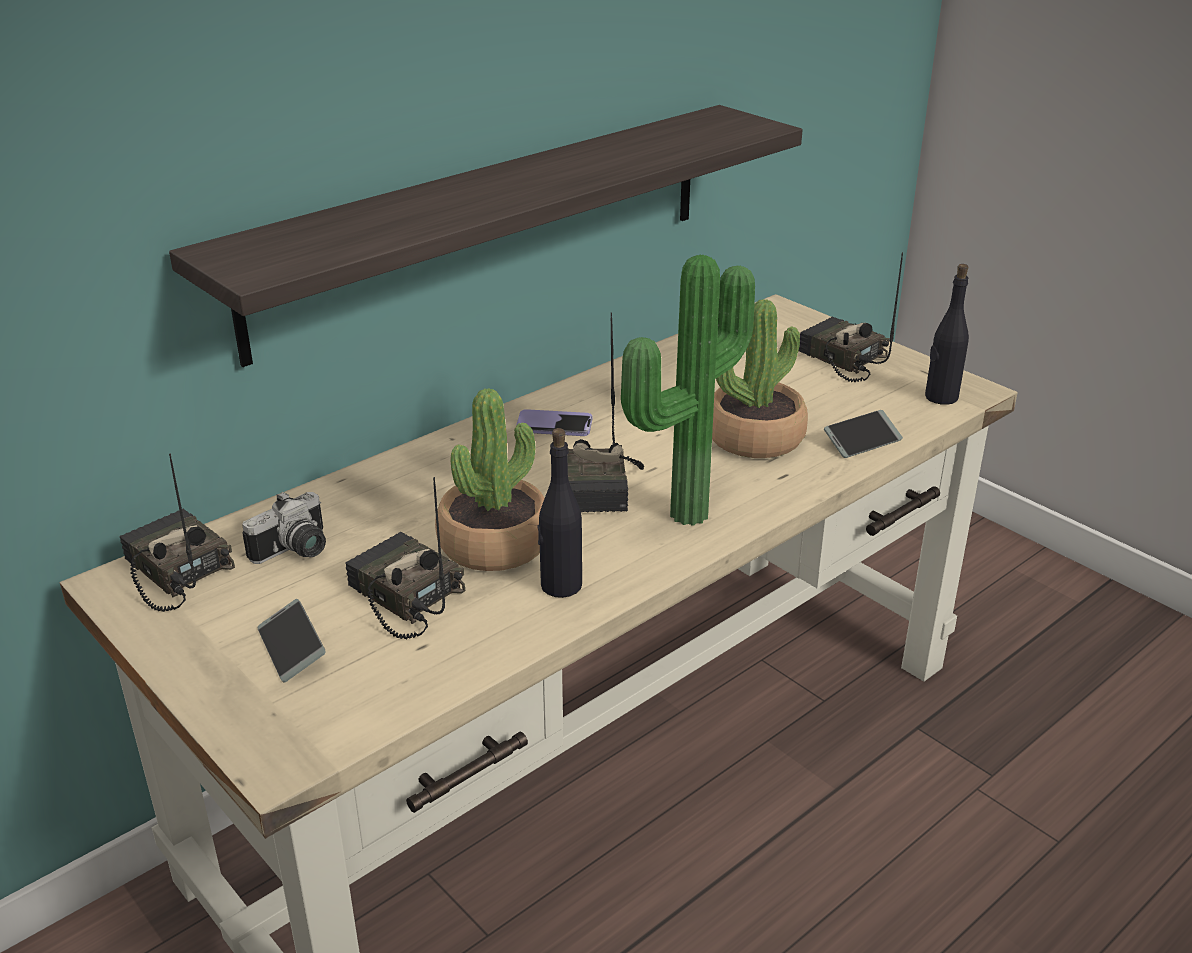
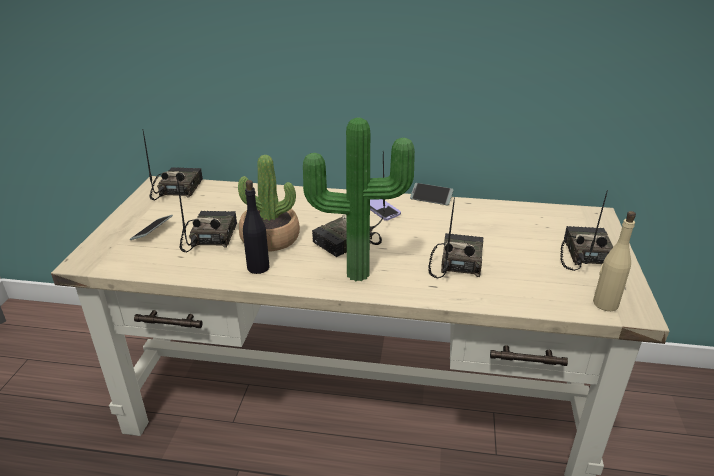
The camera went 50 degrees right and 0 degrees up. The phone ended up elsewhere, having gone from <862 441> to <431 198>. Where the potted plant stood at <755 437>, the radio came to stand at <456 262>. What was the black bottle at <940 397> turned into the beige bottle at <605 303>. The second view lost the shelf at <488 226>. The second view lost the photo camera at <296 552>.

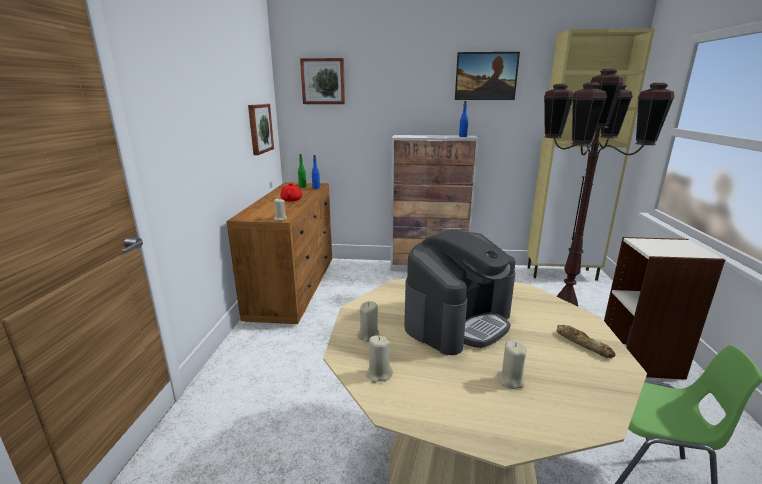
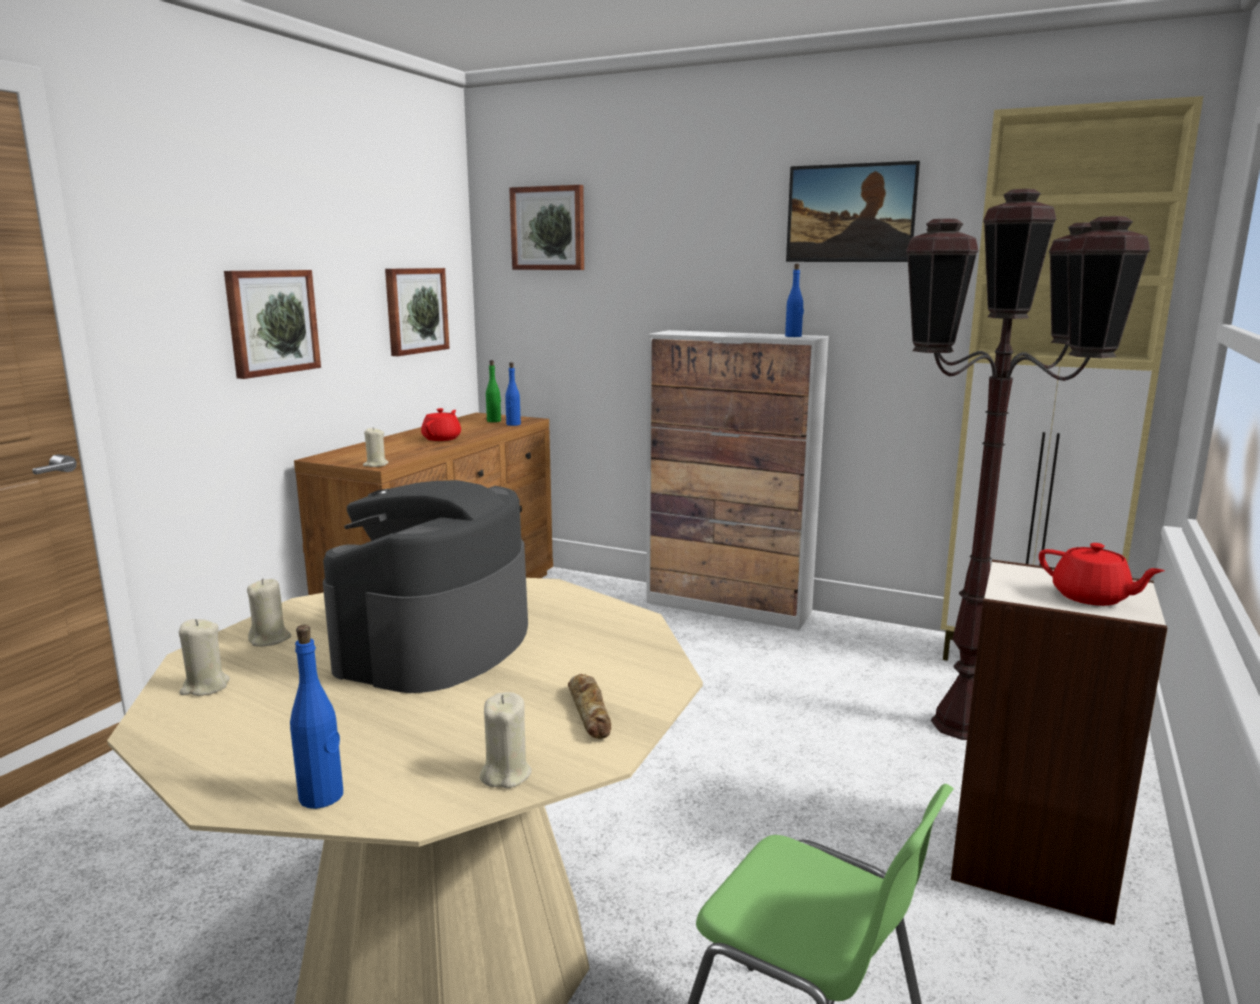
The camera went 20 degrees right and 5 degrees down. The second view gained the picture at <271 322>. The second view gained the blue bottle at <322 796>. The coffee machine at <457 321> ended up facing another way, 135 degrees clockwise from before. The beige candle ended up elsewhere, having gone from <510 380> to <505 774>. The second view gained the red teapot at <1091 597>.

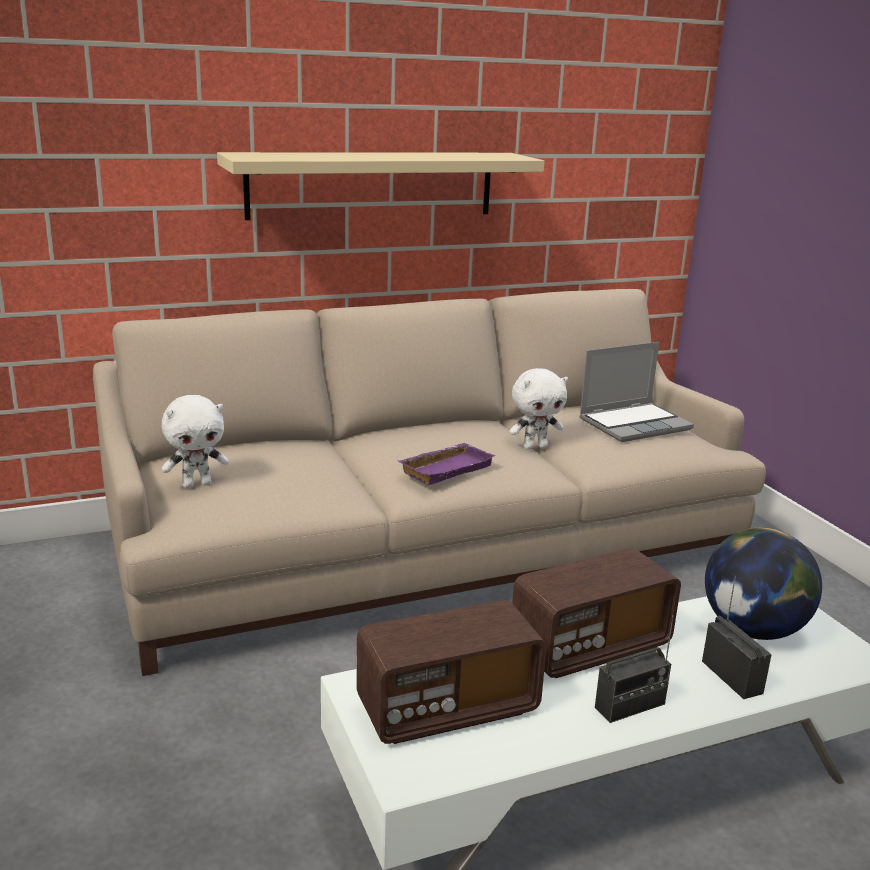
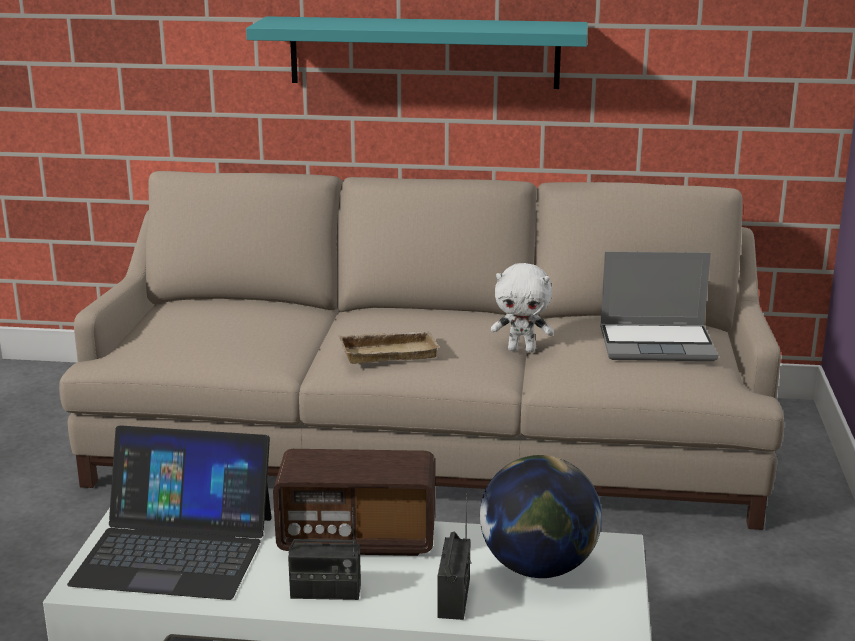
The camera went 30 degrees right and 0 degrees up. Where the radio stood at <447 709>, the laptop came to stand at <175 549>. What was the beige shelf at <372 184> turned into the turquoise shelf at <424 52>. What was the purple tray at <445 468> turned into the beige tray at <389 352>. The second view lost the white plush toy at <197 484>.

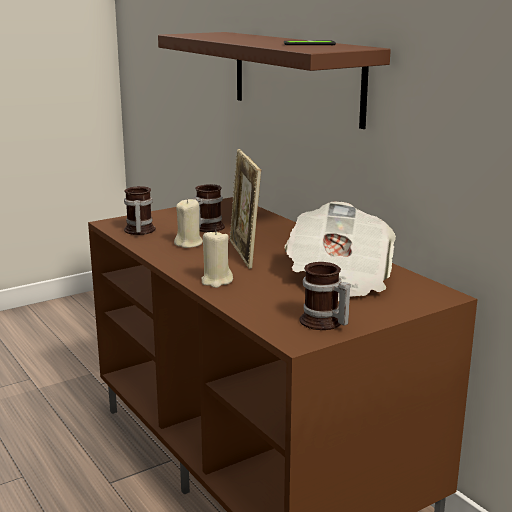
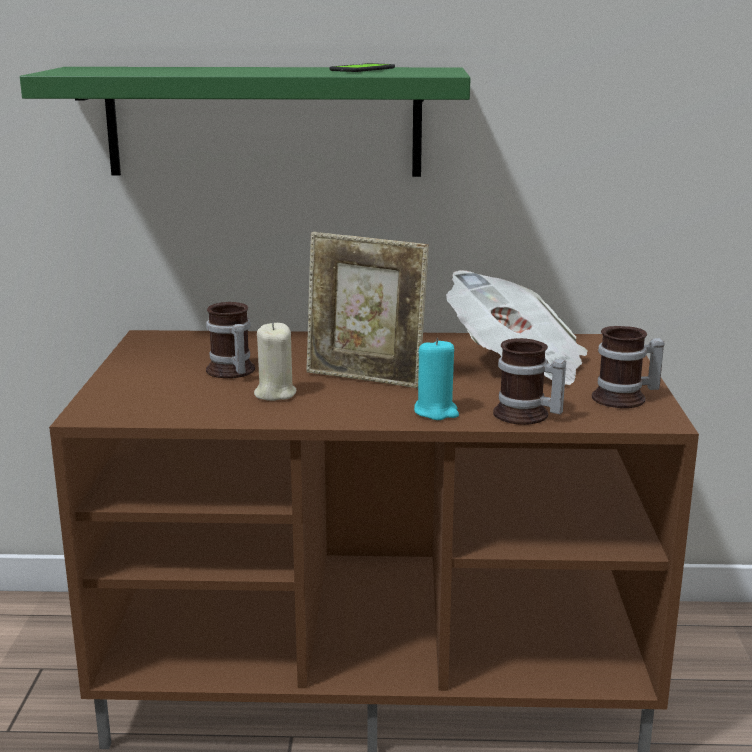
The camera went 55 degrees left and 0 degrees up. What was the brown shelf at <295 76> turned into the green shelf at <264 122>. What was the beige candle at <216 281> turned into the turquoise candle at <436 412>. The mug ended up elsewhere, having gone from <138 231> to <525 416>.

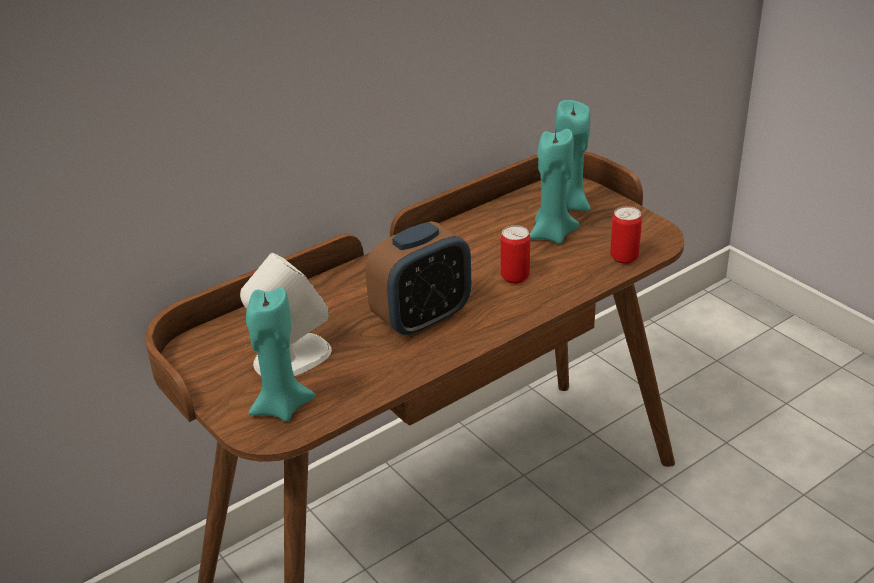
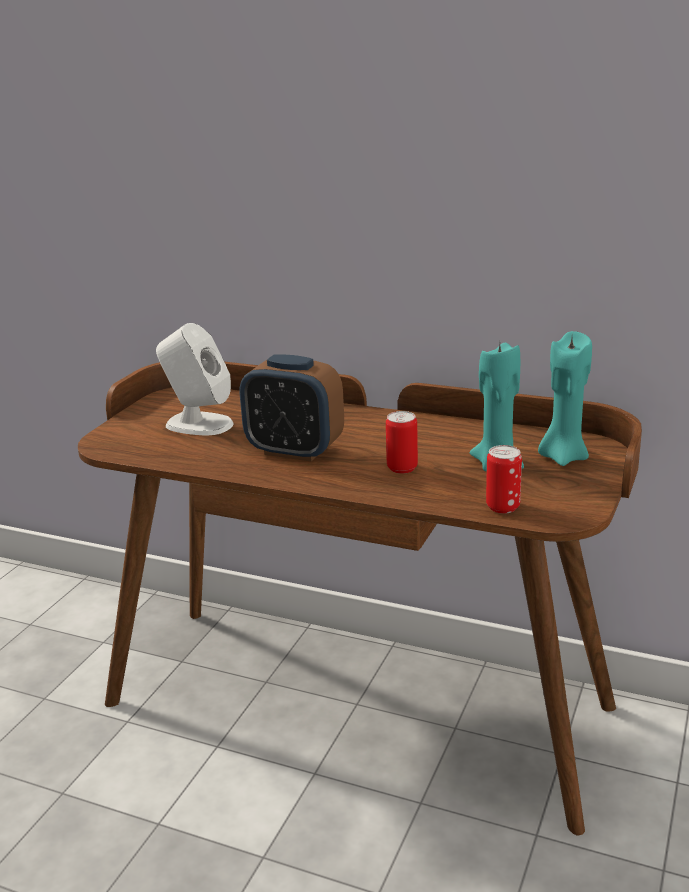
The camera went 60 degrees right and 10 degrees down. The second view lost the turquoise candle at <281 407>.

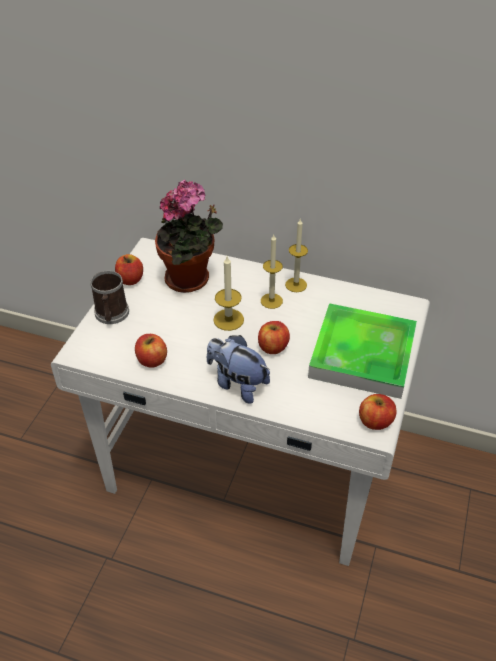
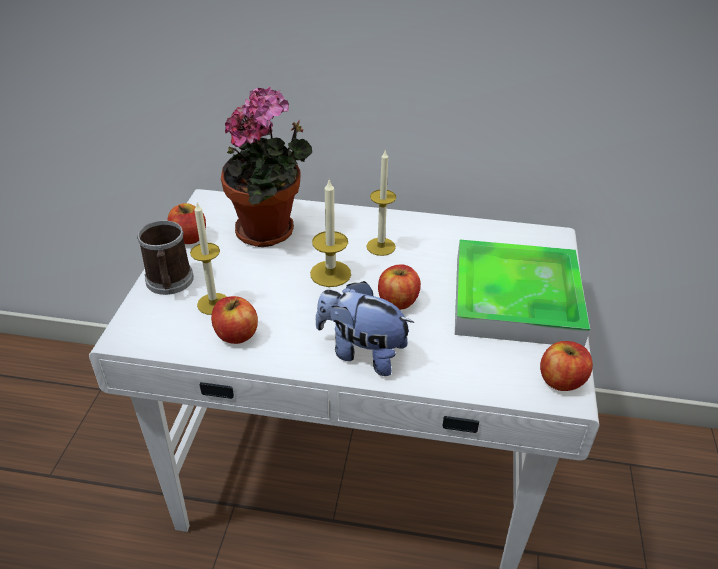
The camera went 10 degrees left and 5 degrees down. The candle ended up elsewhere, having gone from <296 285> to <213 303>.

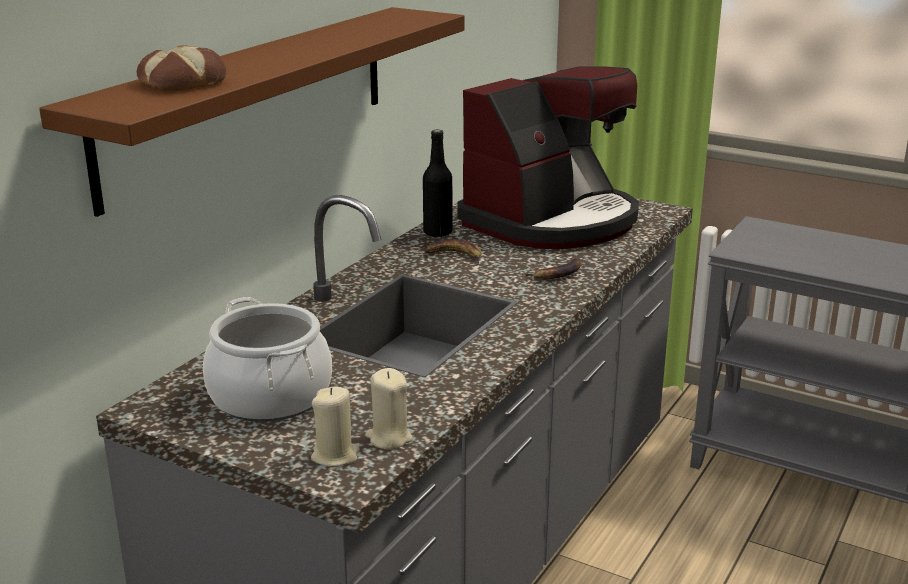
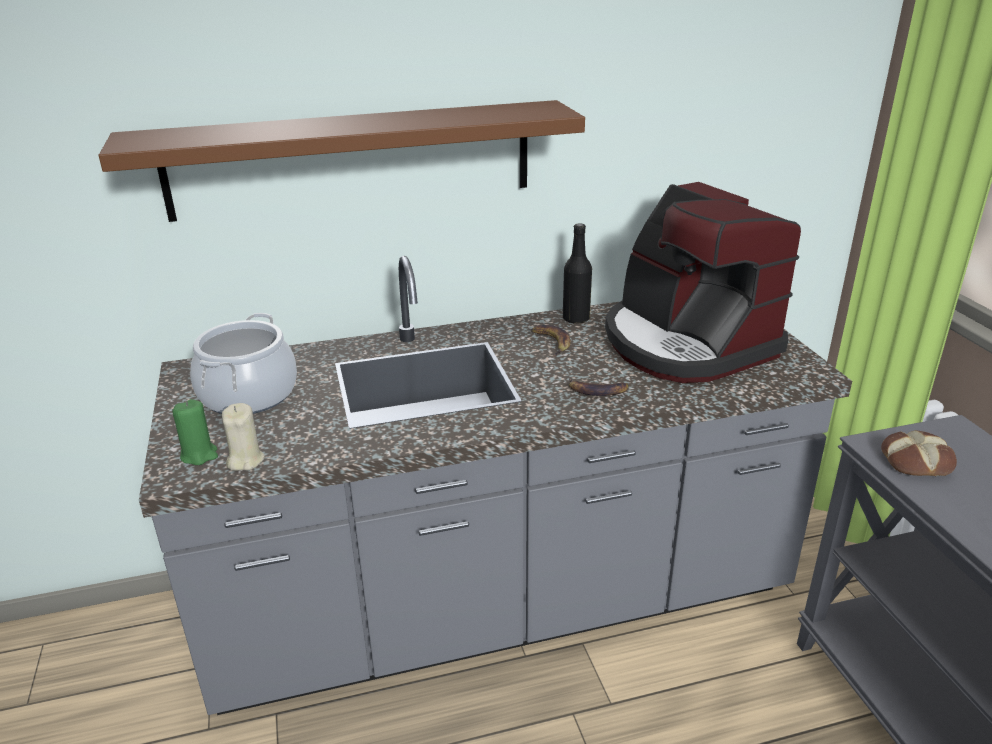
The camera went 45 degrees right and 5 degrees up. What was the beige candle at <335 455> turned into the green candle at <199 455>. The coffee machine at <552 221> ended up facing another way, 60 degrees clockwise from before. The bread ended up elsewhere, having gone from <182 82> to <915 461>.

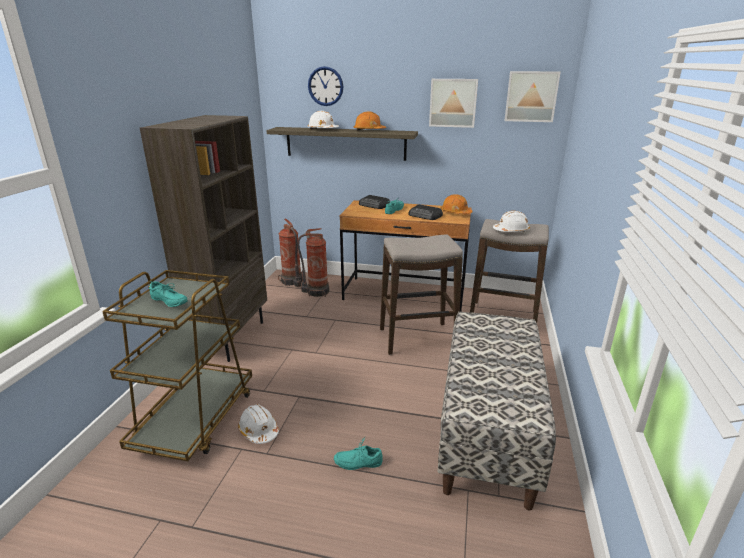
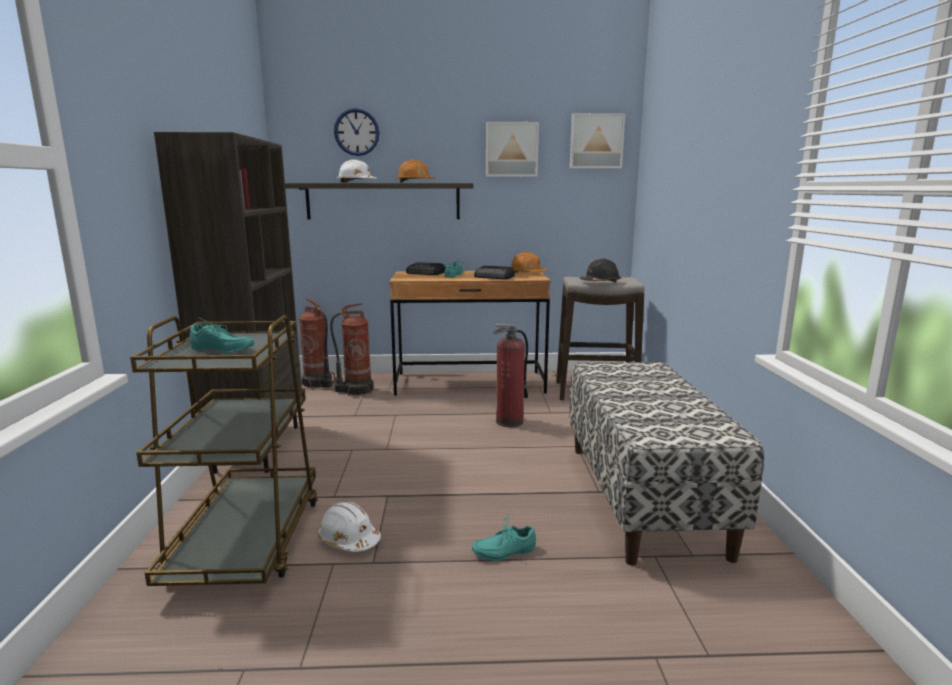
The camera went 15 degrees left and 10 degrees down. Where the stool stood at <417 339>, the fire extinguisher came to stand at <509 421>. What was the white hard hat at <511 231> turned into the black hard hat at <600 282>.

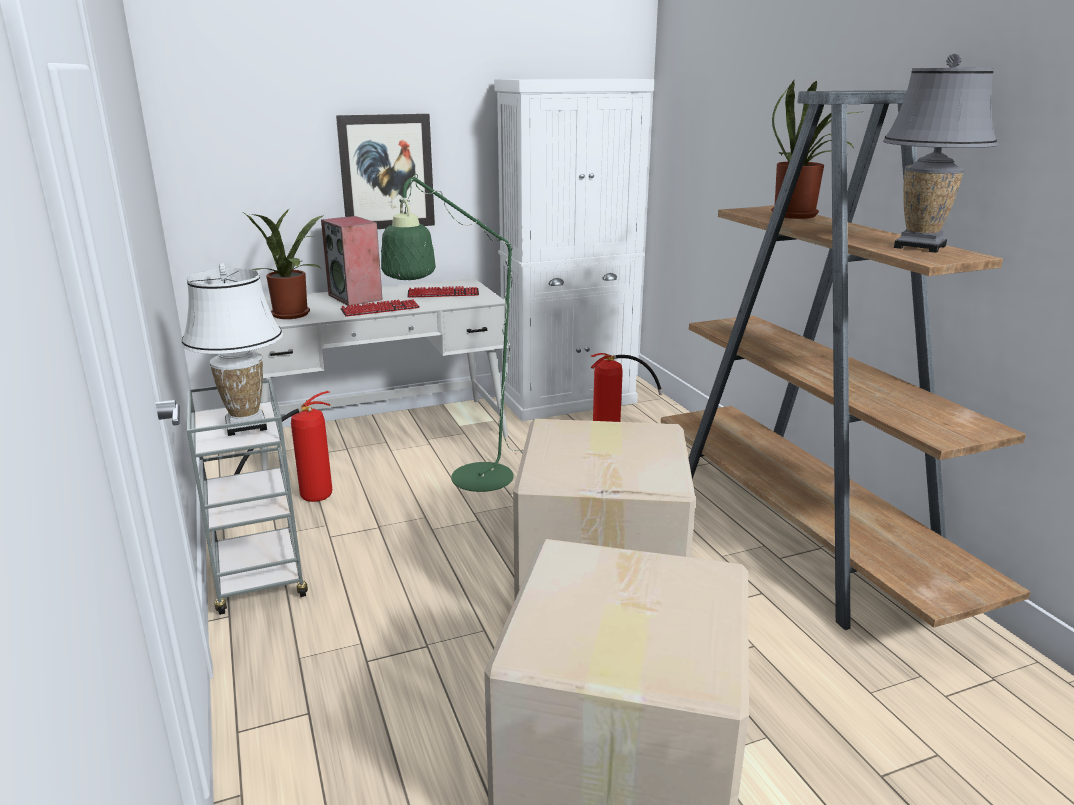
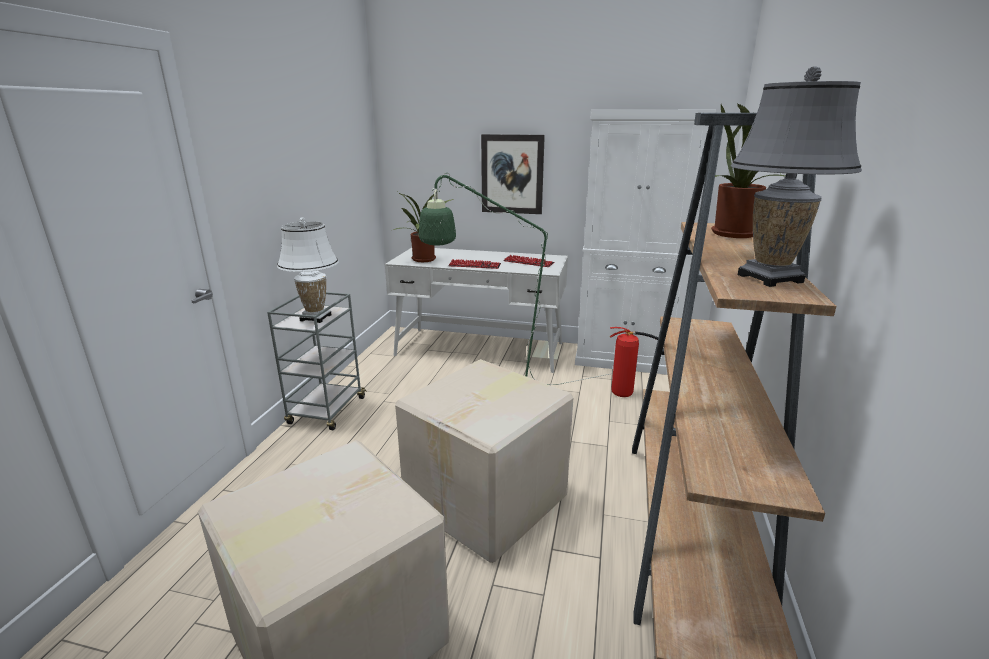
The camera went 35 degrees right and 0 degrees up. The second view lost the fire extinguisher at <300 502>. The second view lost the speaker at <356 297>.

